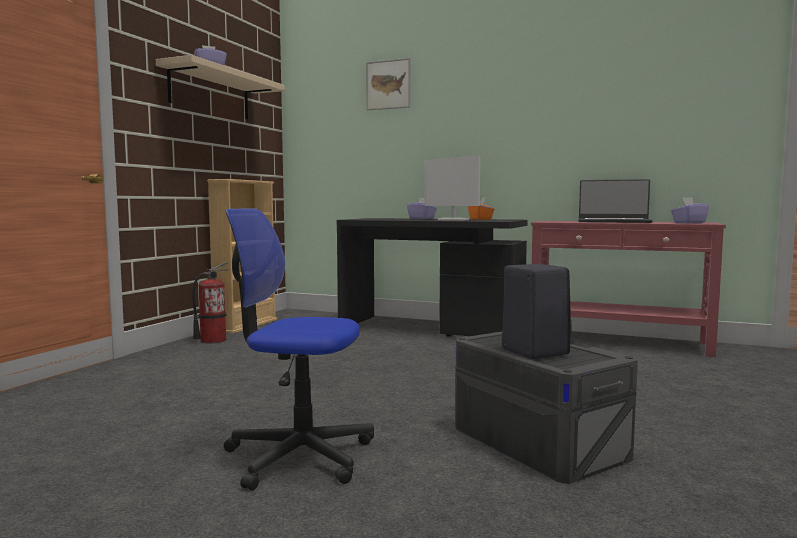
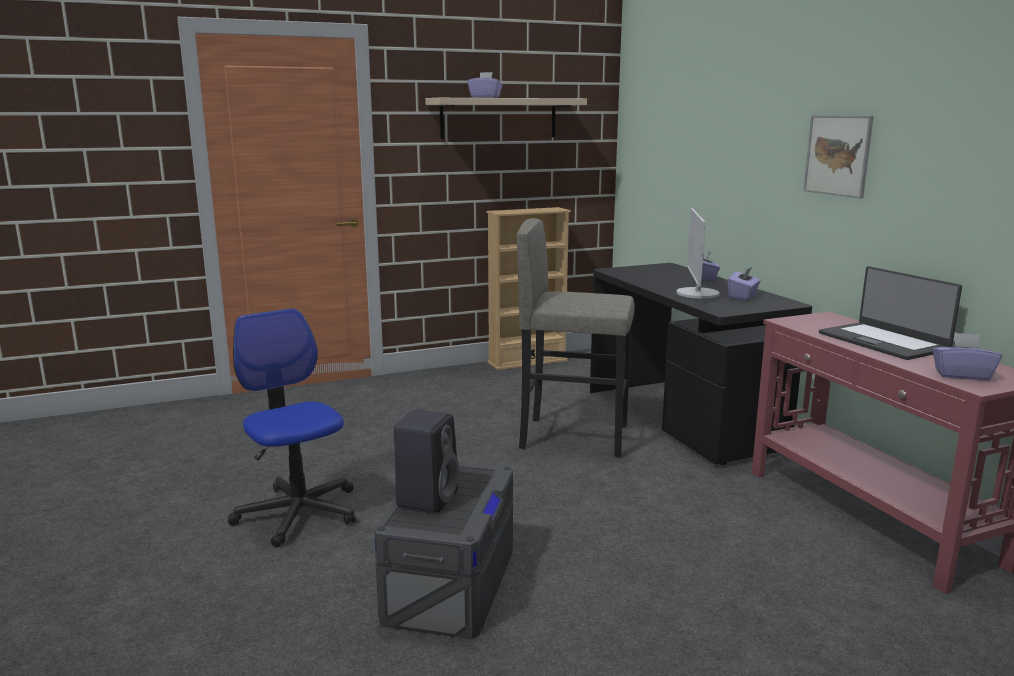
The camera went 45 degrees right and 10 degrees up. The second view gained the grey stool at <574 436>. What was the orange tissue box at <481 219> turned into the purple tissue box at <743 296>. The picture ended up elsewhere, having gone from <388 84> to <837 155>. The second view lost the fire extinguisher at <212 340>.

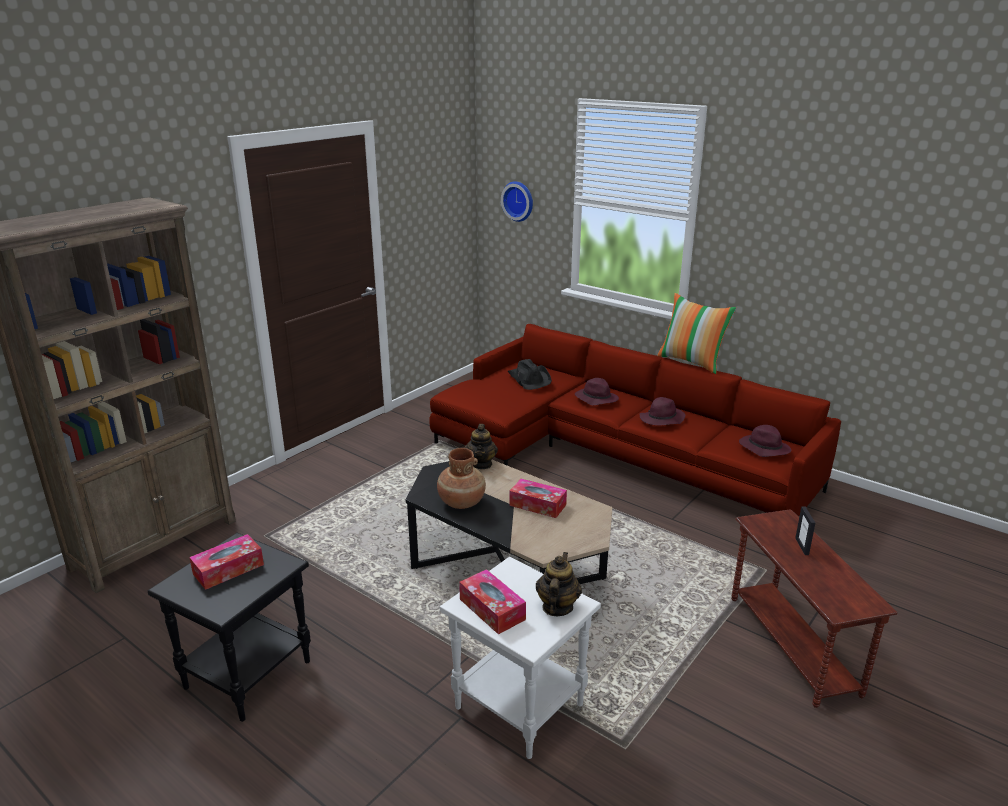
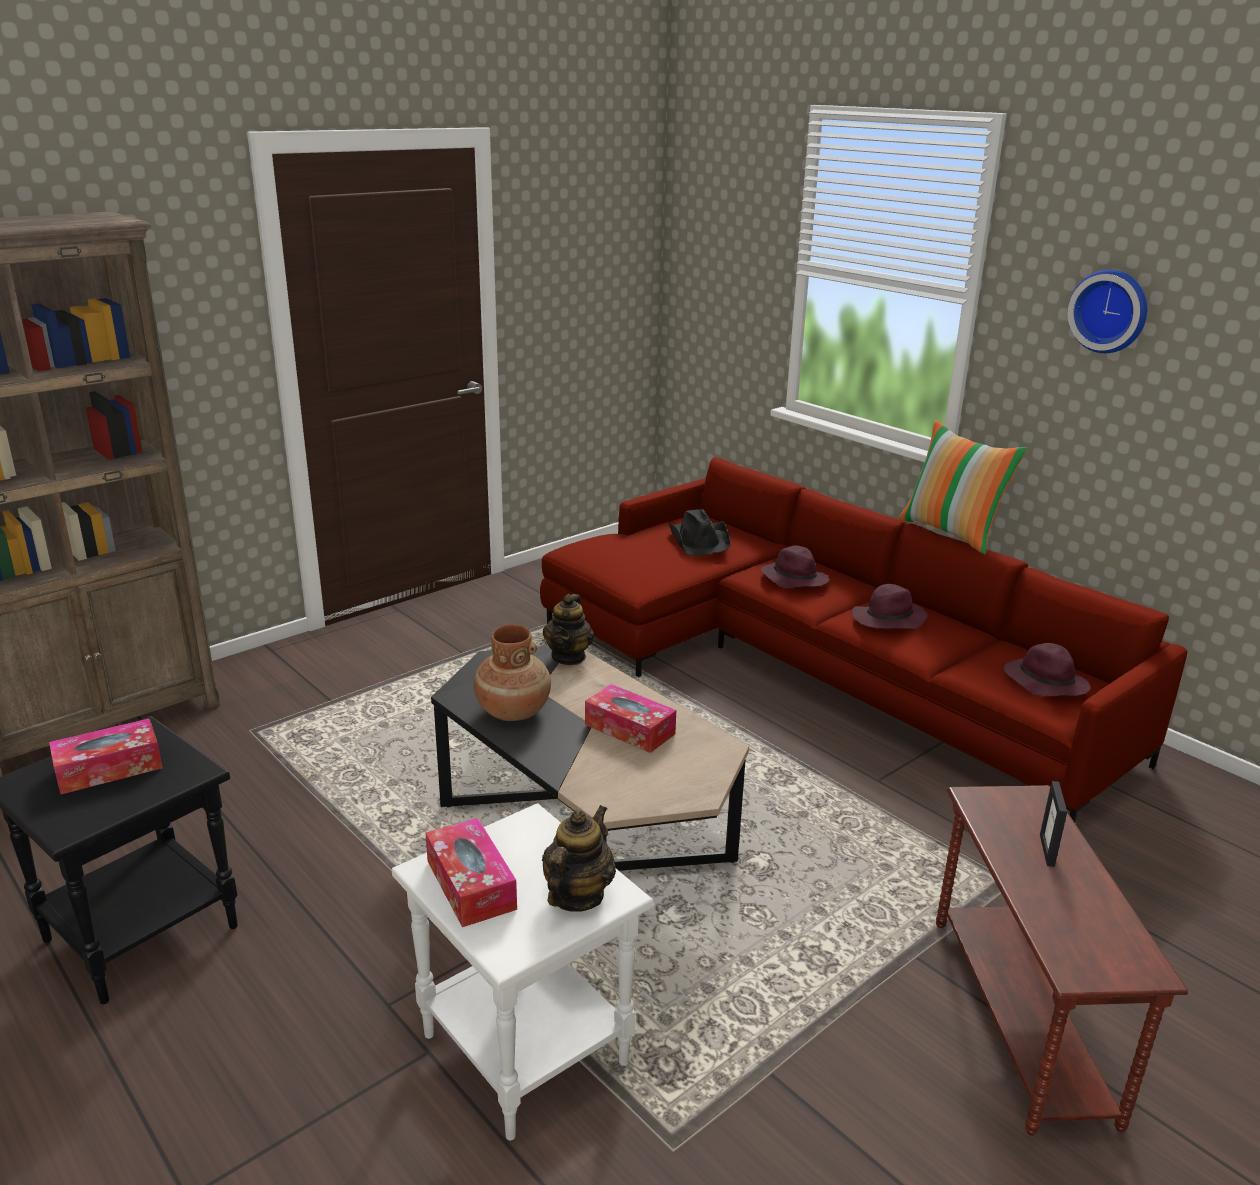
The camera went 10 degrees right and 0 degrees up. The wall clock ended up elsewhere, having gone from <519 201> to <1110 310>.

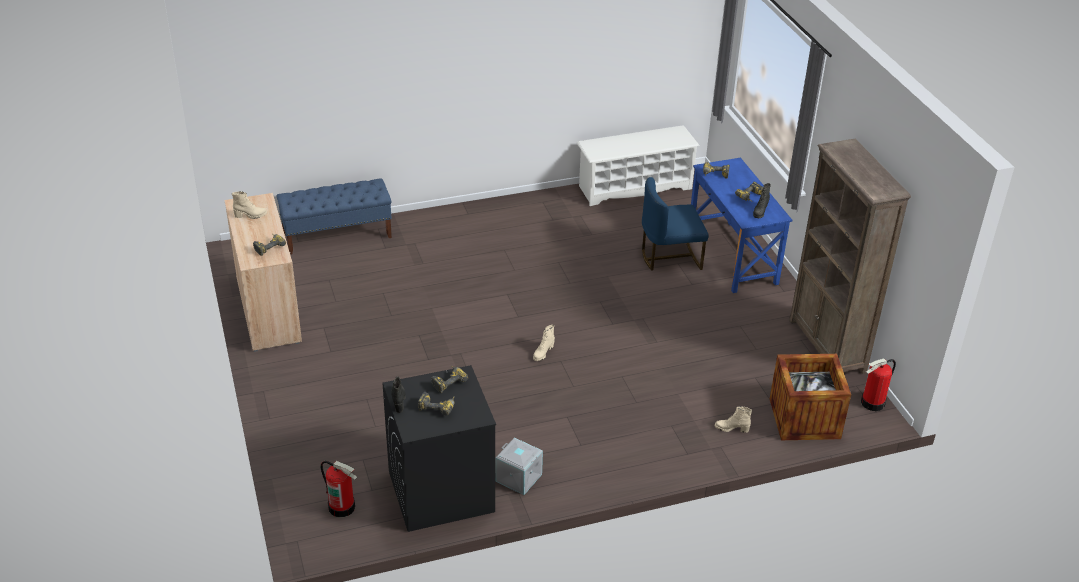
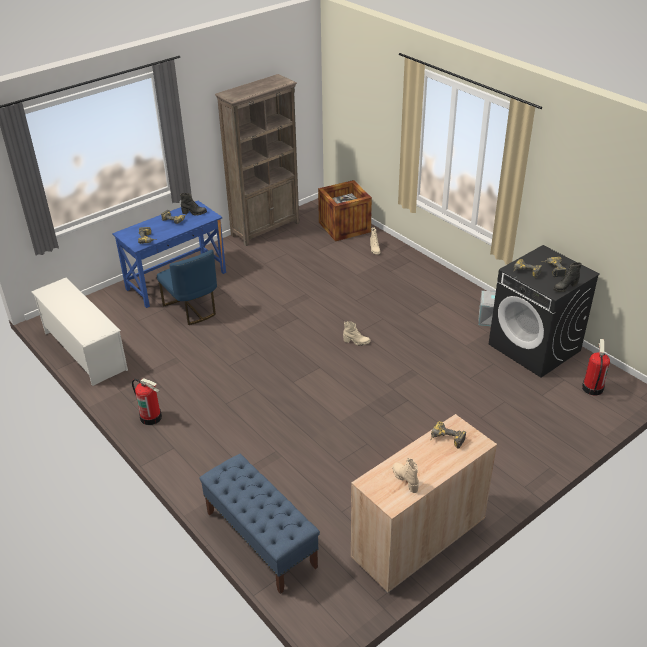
The camera went 110 degrees left and 0 degrees up. The fire extinguisher ended up elsewhere, having gone from <873 403> to <151 417>.

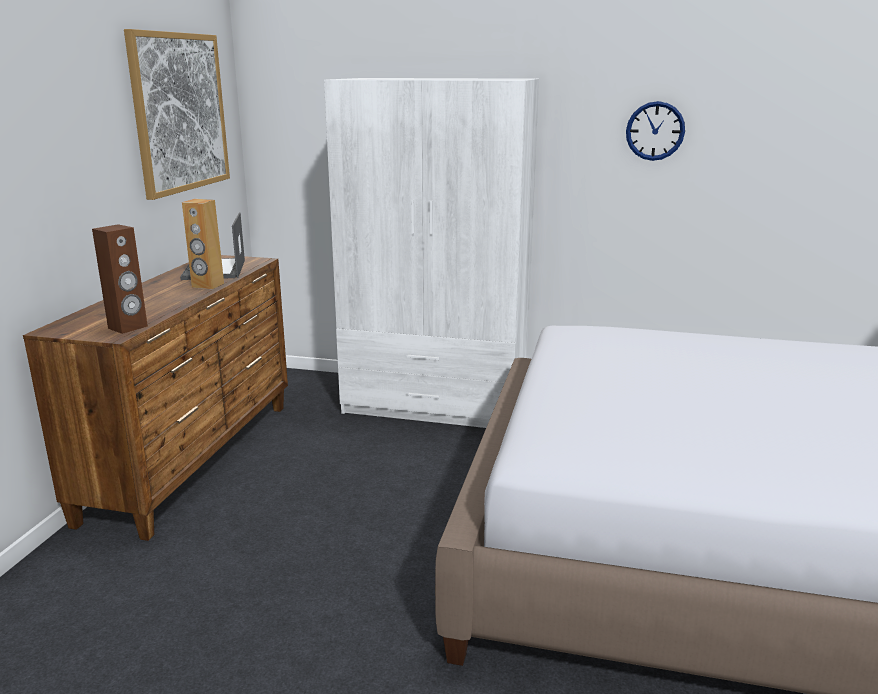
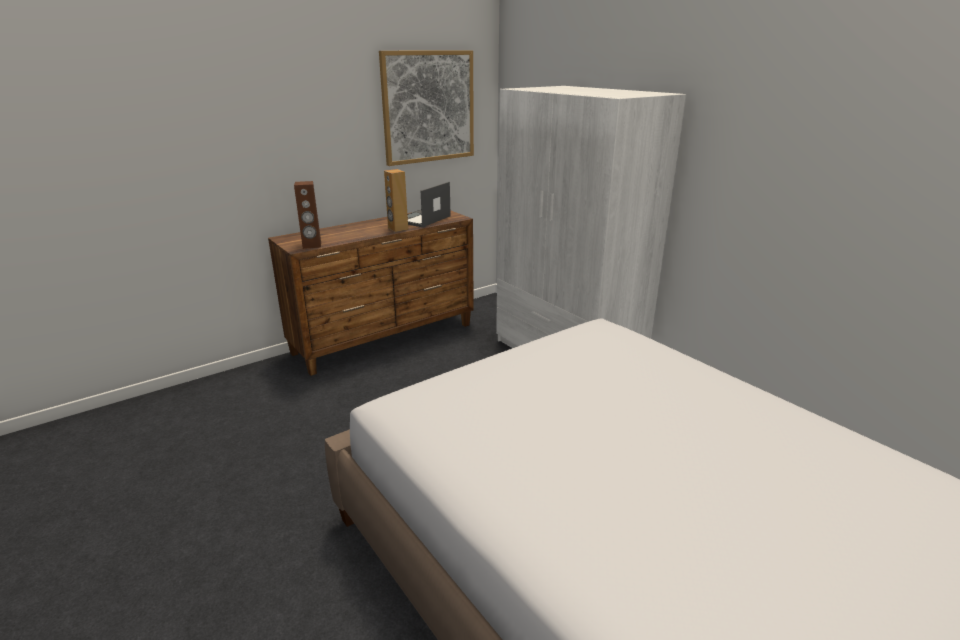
The camera went 40 degrees right and 5 degrees up. The second view lost the wall clock at <655 131>.

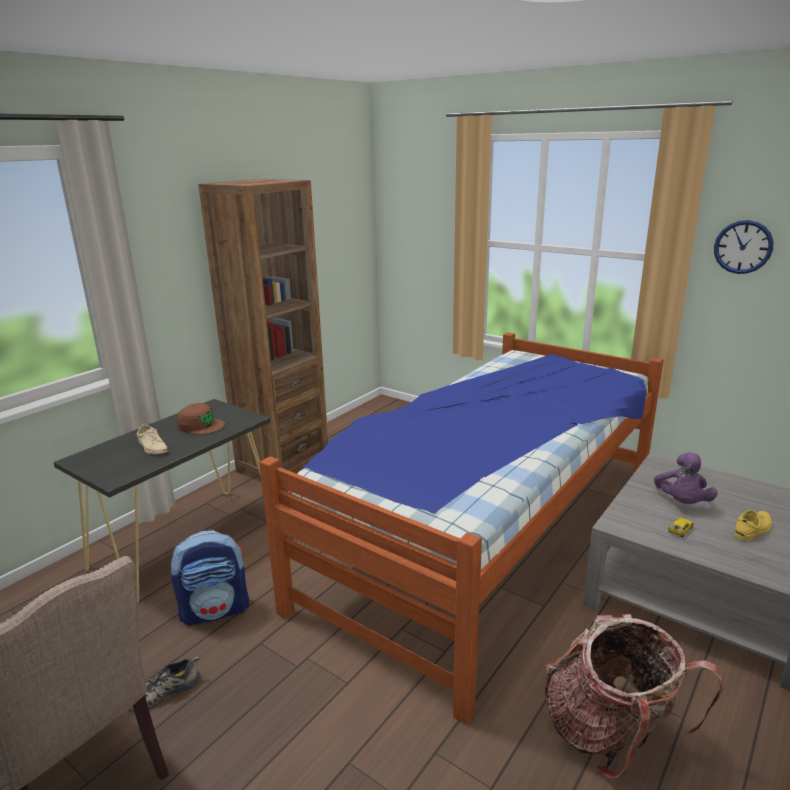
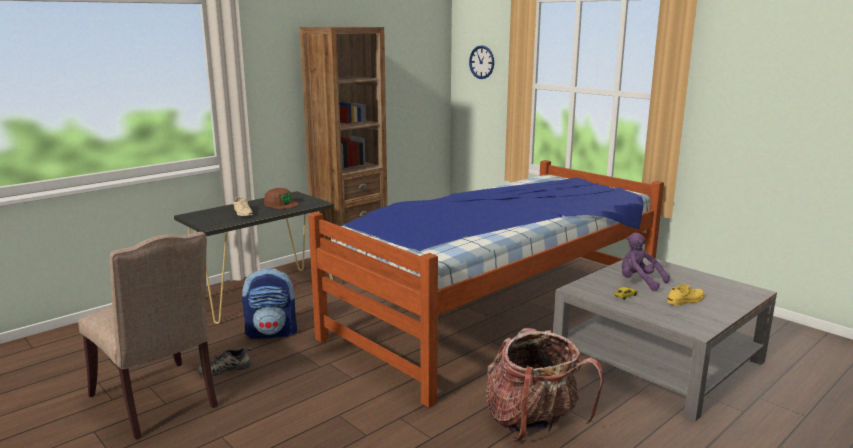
The camera went 10 degrees right and 5 degrees down. The wall clock ended up elsewhere, having gone from <743 247> to <481 62>. The purple plush toy at <682 503> ended up facing another way, 105 degrees clockwise from before.

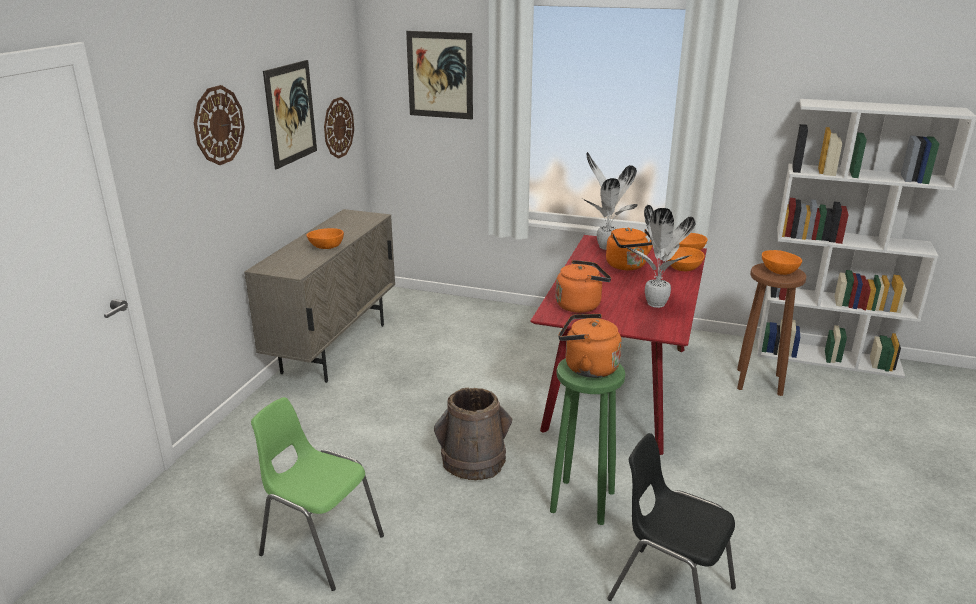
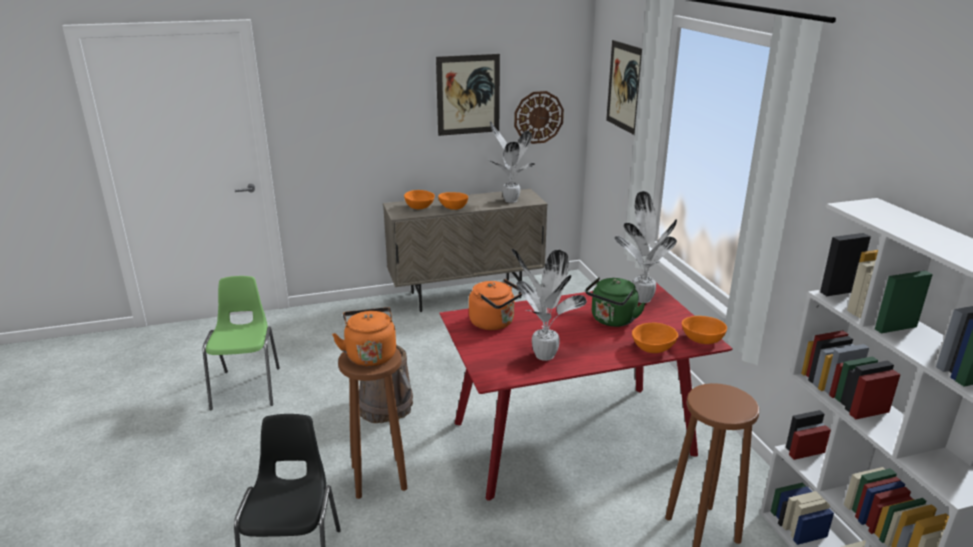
The camera went 55 degrees right and 0 degrees up. What was the green stool at <581 501> turned into the brown stool at <379 477>. The orange bowl ended up elsewhere, having gone from <779 271> to <419 207>. The second view gained the potted plant at <509 200>. What was the orange kettle at <627 266> turned into the green kettle at <612 320>. The second view lost the wall clock at <218 125>.

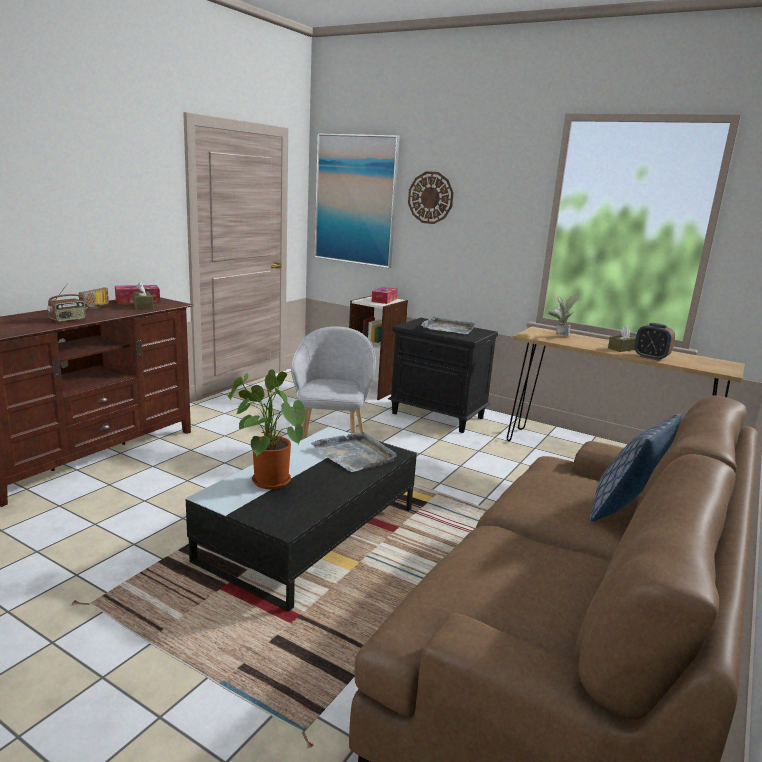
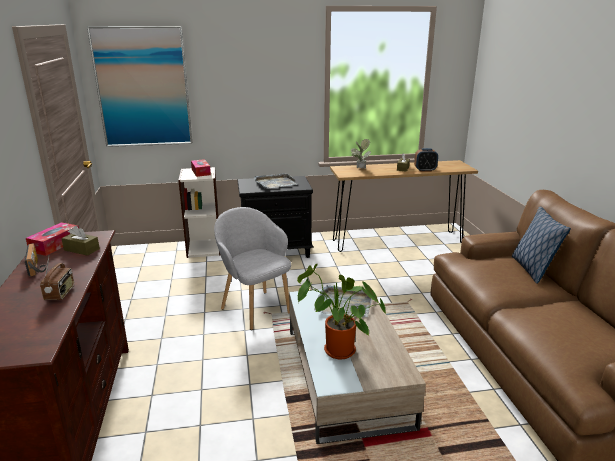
The camera went 40 degrees left and 5 degrees up. What was the black coffee table at <310 533> turned into the beige coffee table at <346 375>. The second view lost the wall clock at <430 197>.

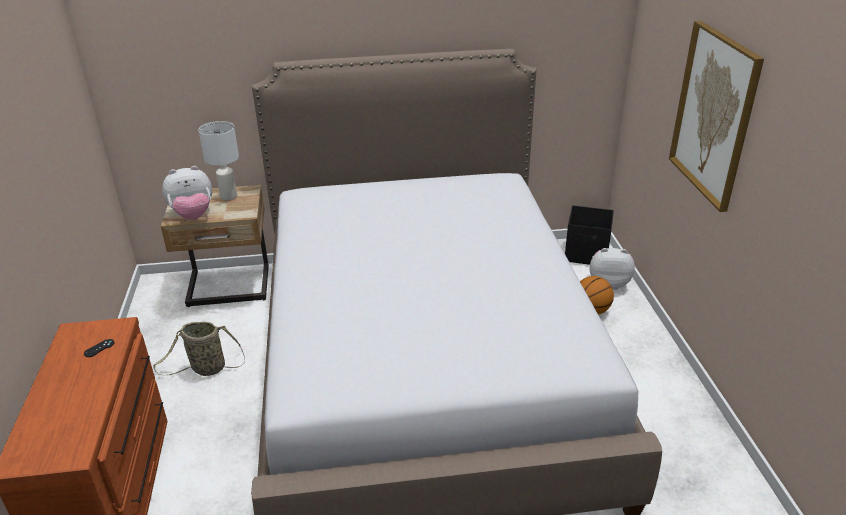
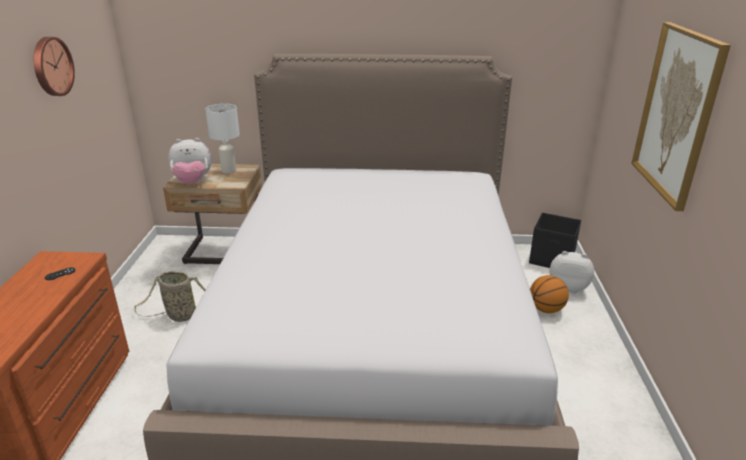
The camera went 10 degrees right and 5 degrees down. The second view gained the wall clock at <51 66>.

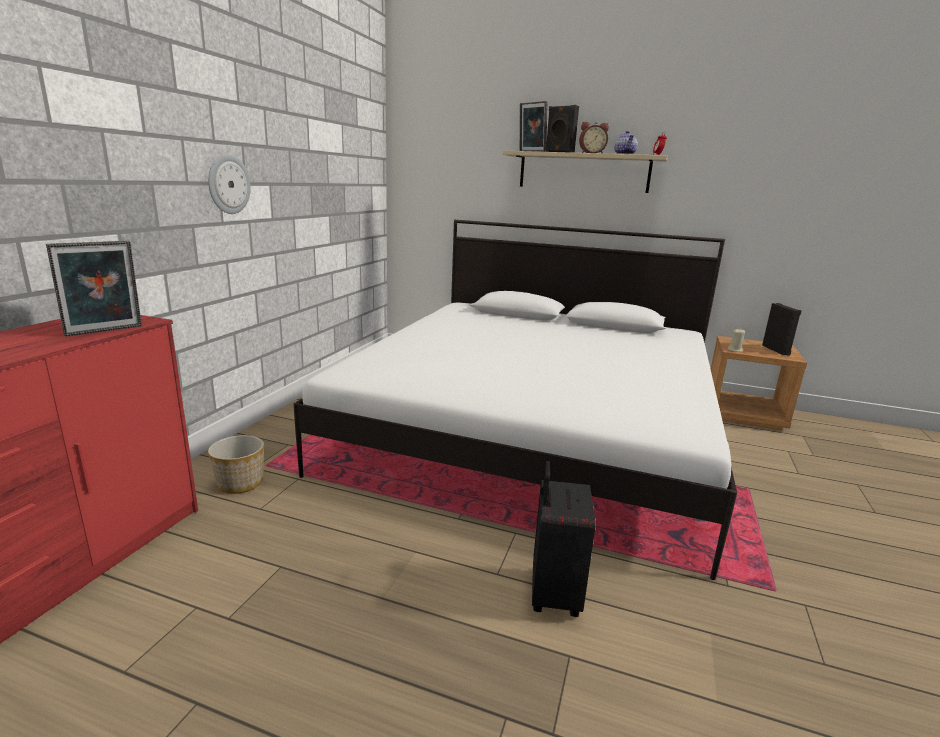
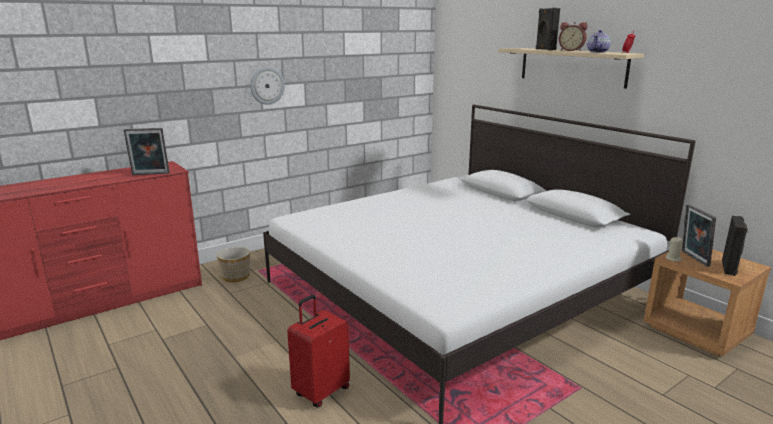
The camera went 35 degrees right and 0 degrees up. What was the black suitcase at <552 594> turned into the red suitcase at <320 391>. The picture frame ended up elsewhere, having gone from <531 151> to <693 258>.

